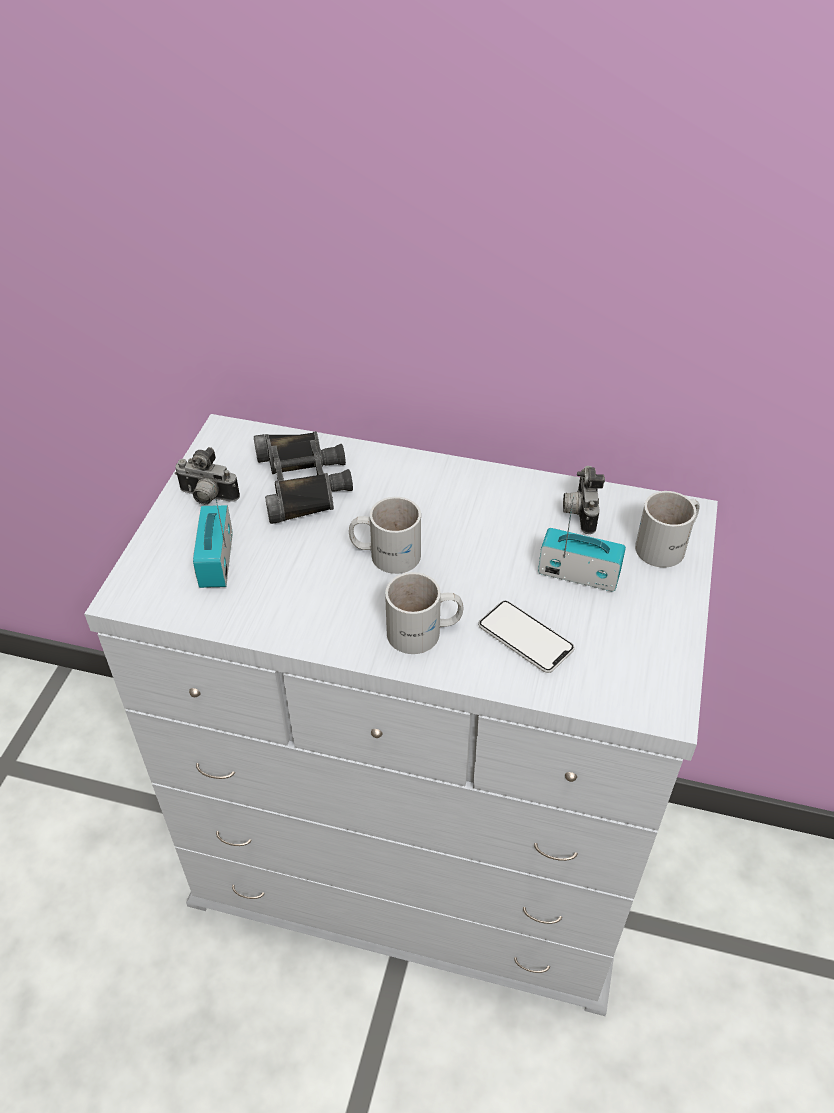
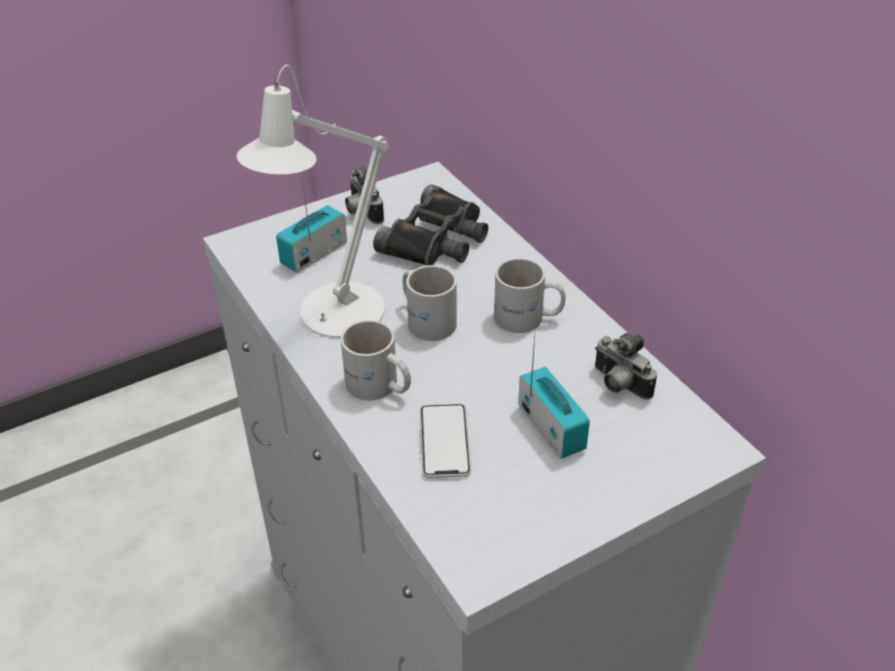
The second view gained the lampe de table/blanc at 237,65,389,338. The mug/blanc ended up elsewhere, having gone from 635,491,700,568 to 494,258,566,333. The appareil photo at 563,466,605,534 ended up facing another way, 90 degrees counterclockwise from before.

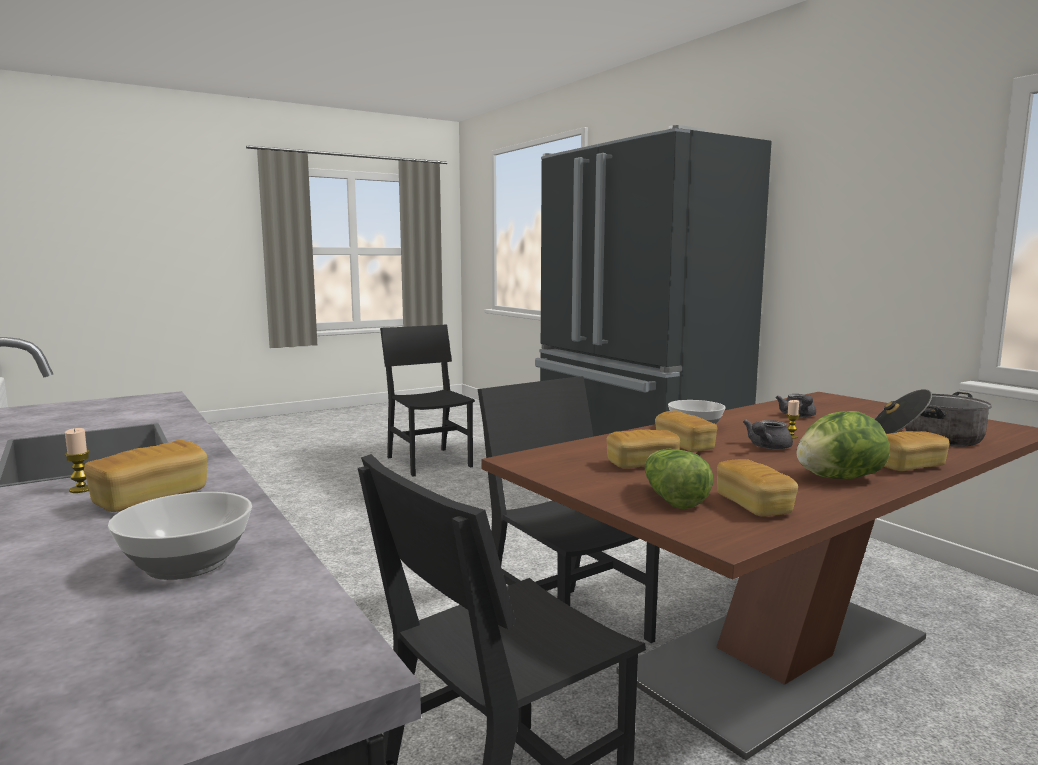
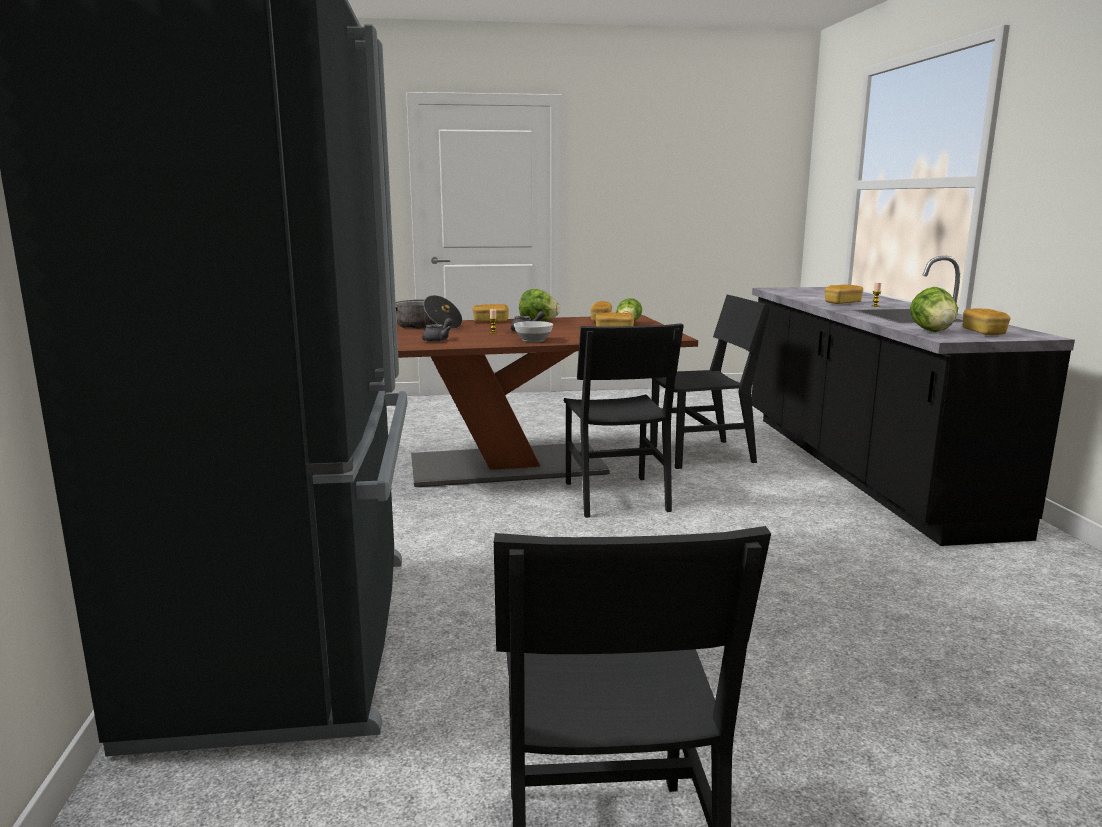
The second view gained the laitue at 910,287,958,332. The pain ended up elsewhere, having gone from 655,411,717,452 to 963,308,1011,335. The second view lost the bol at 108,492,252,580.

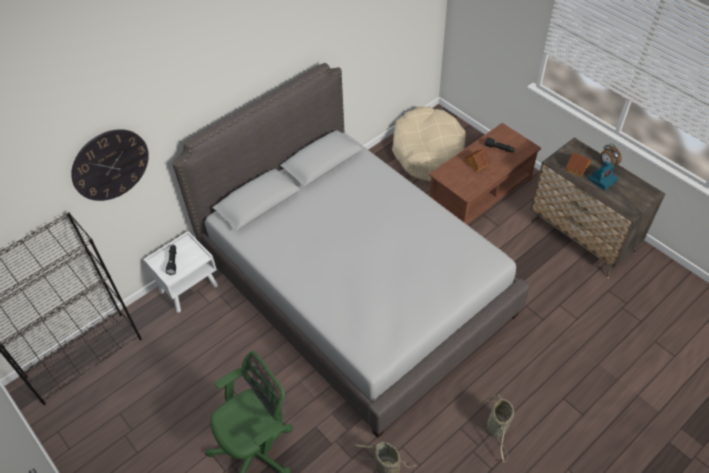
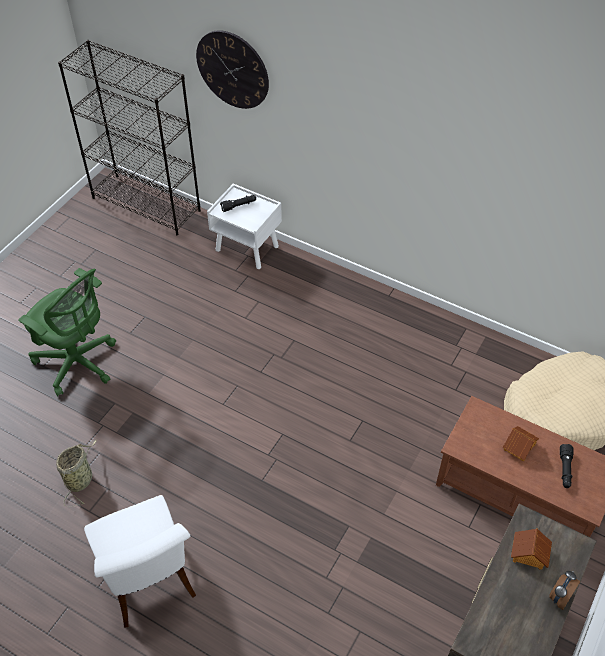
Where the panier stood at 479,394,514,463, the chaise/blanc came to stand at 84,495,196,628. The second view lost the lit/gris at 172,63,530,438. The second view lost the appareil photo at 588,161,618,190.

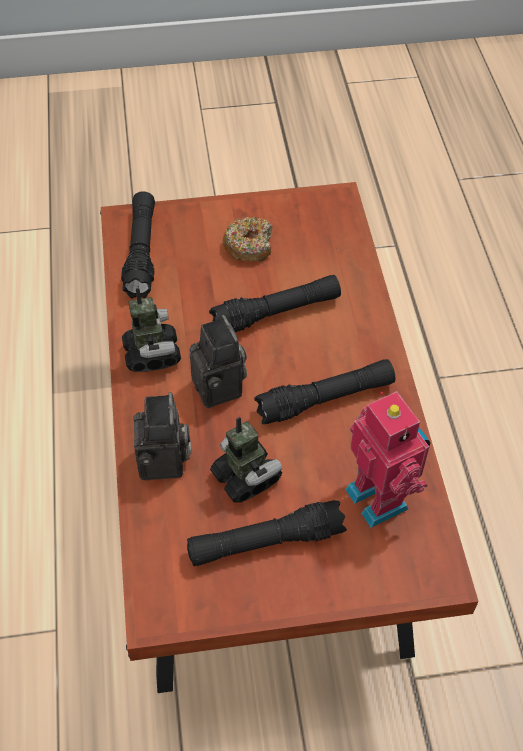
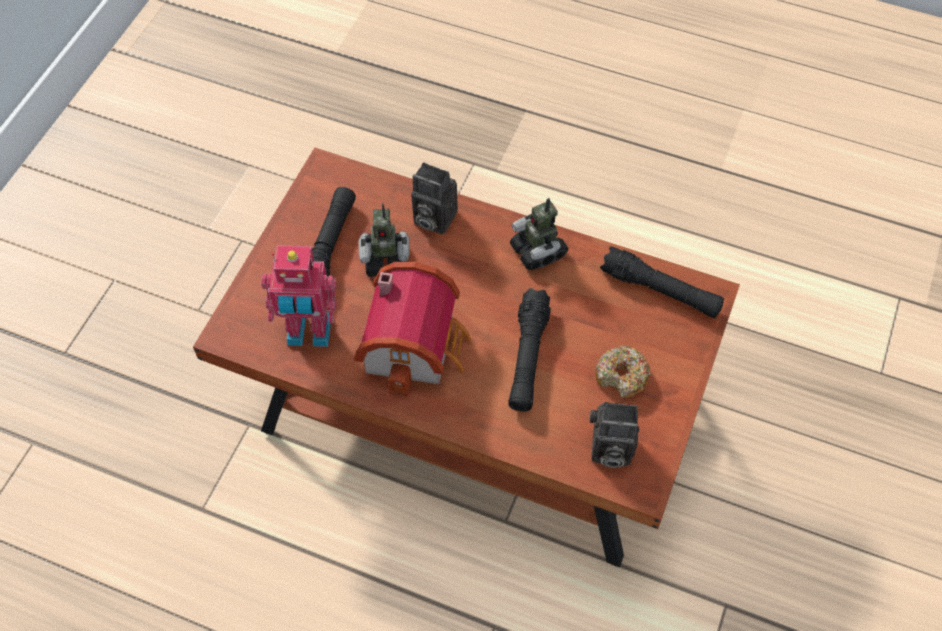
Where the lampe de poche/noir stood at 254,359,395,424, the maison miniature came to stand at 354,262,471,397. The robot jouet at 122,288,181,372 ended up facing another way, 45 degrees clockwise from before. The appareil photo ended up elsewhere, having gone from 190,315,247,408 to 590,402,639,468.

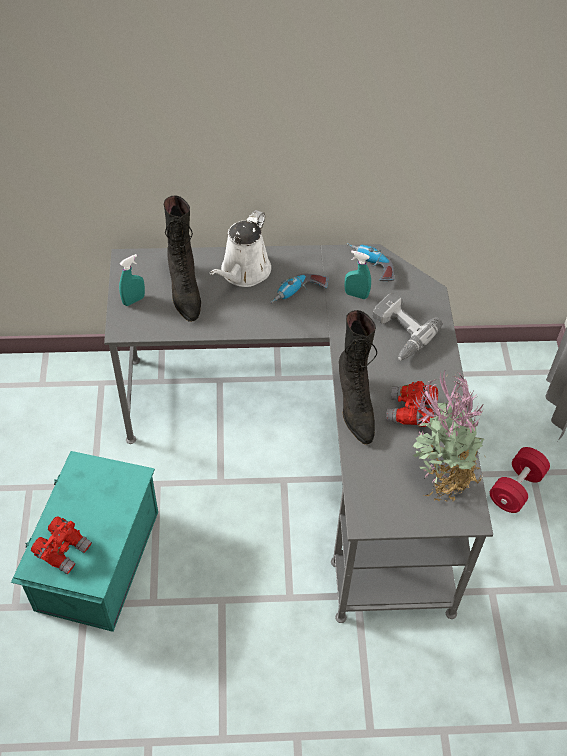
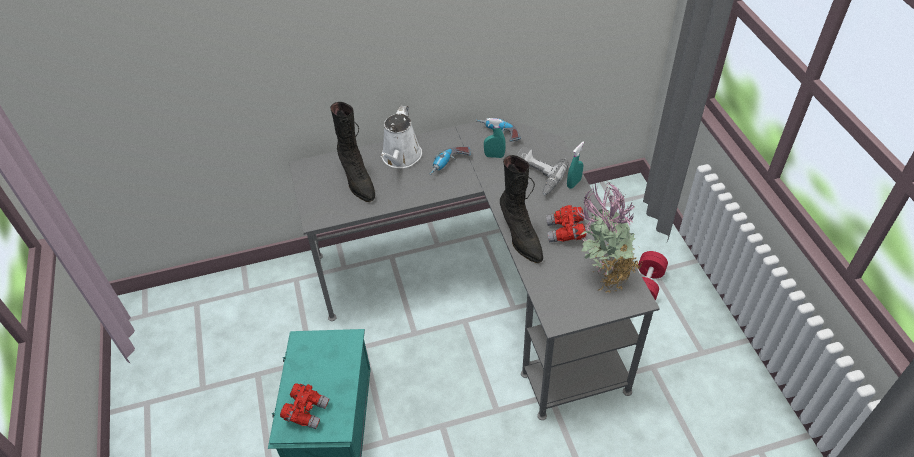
The vaporisateur/turquoise ended up elsewhere, having gone from 119,254,145,306 to 567,142,584,189.

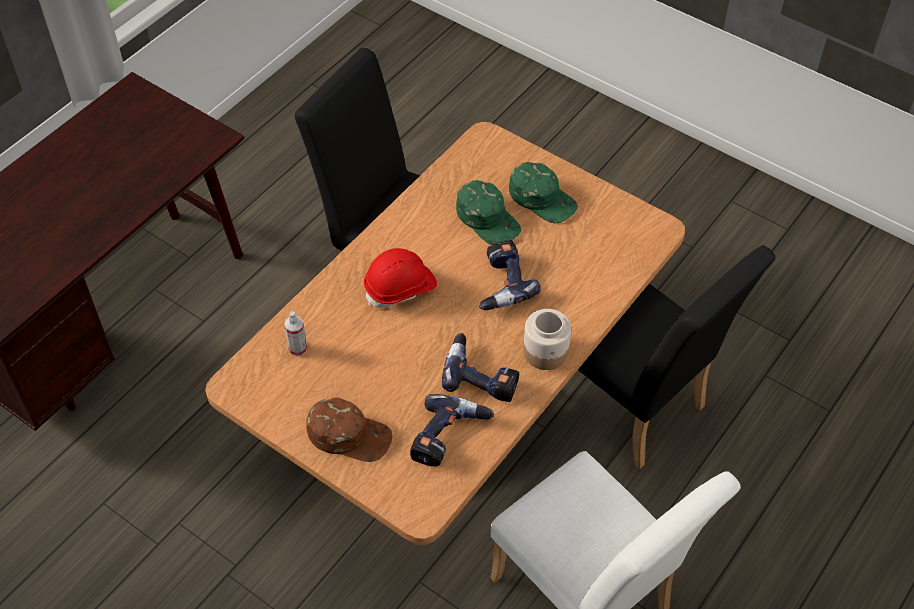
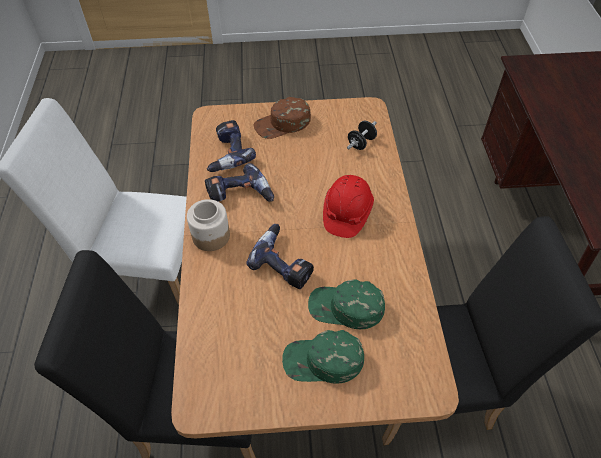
Where the vaporisateur stood at 284,311,307,356, the haltère/noir came to stand at 347,121,377,150.

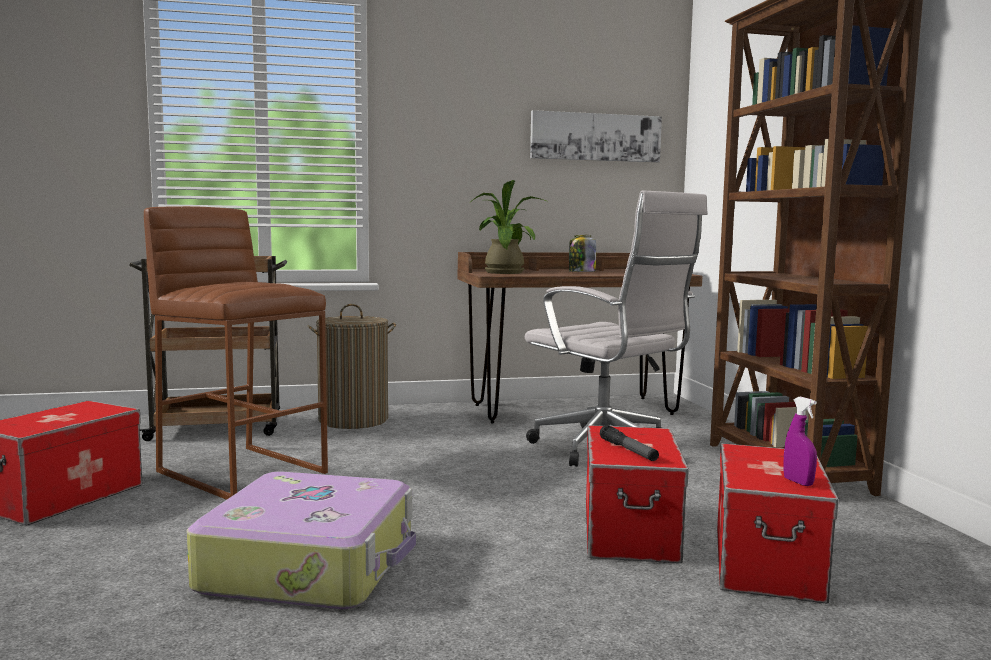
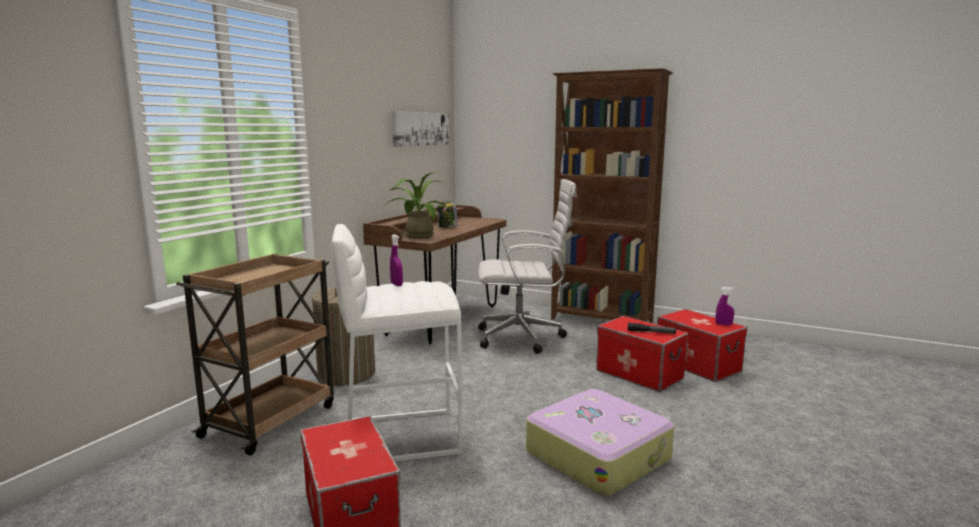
What was the tabouret/marron at 144,206,328,500 turned into the tabouret/blanc at 331,224,463,461. The second view gained the vaporisateur/violet at 390,234,403,286.

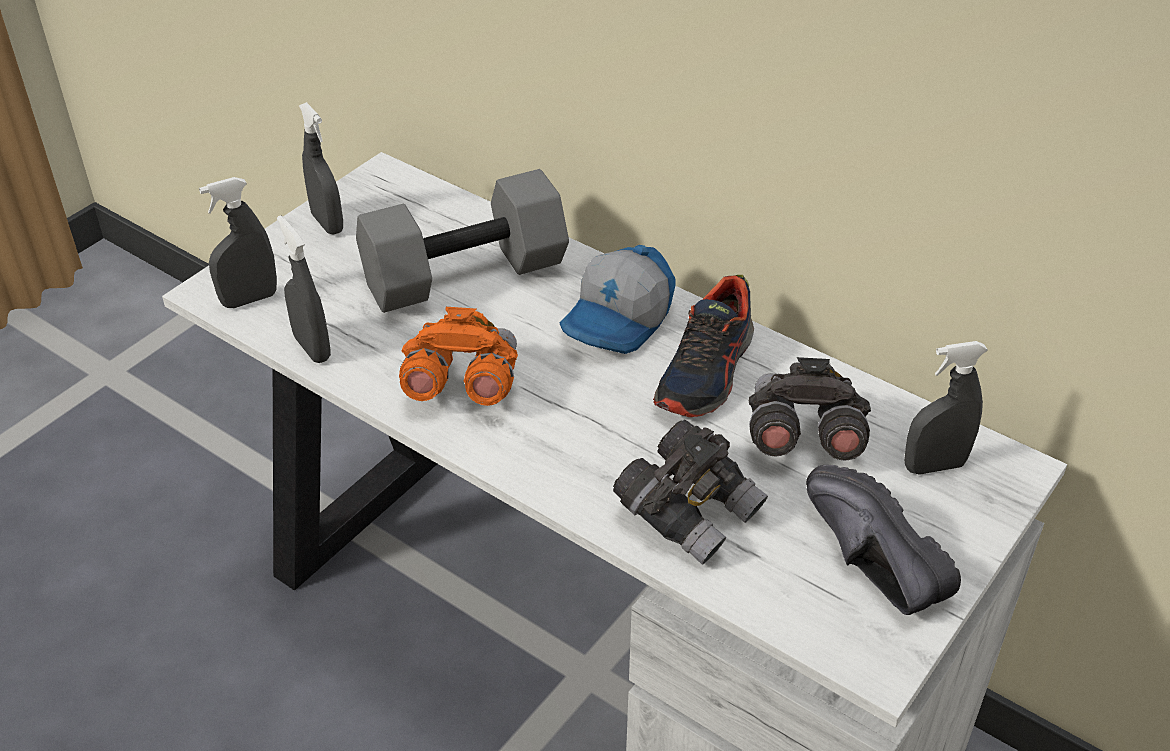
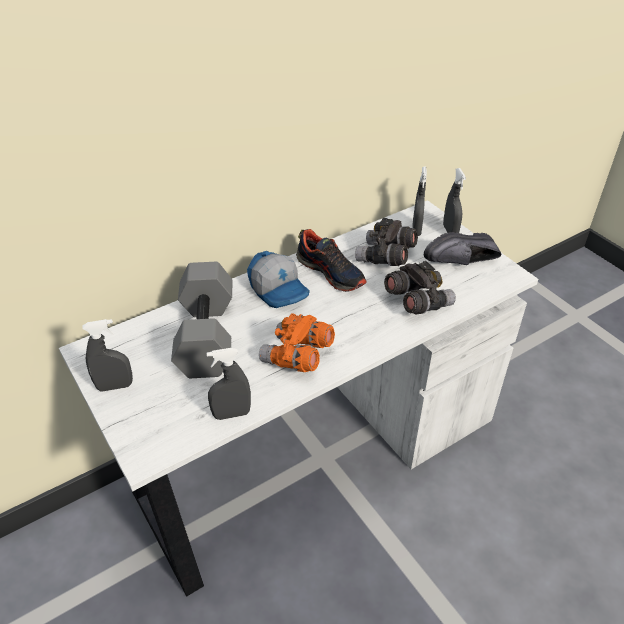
The vaporisateur/gris ended up elsewhere, having gone from 199,177,277,308 to 443,168,466,233.

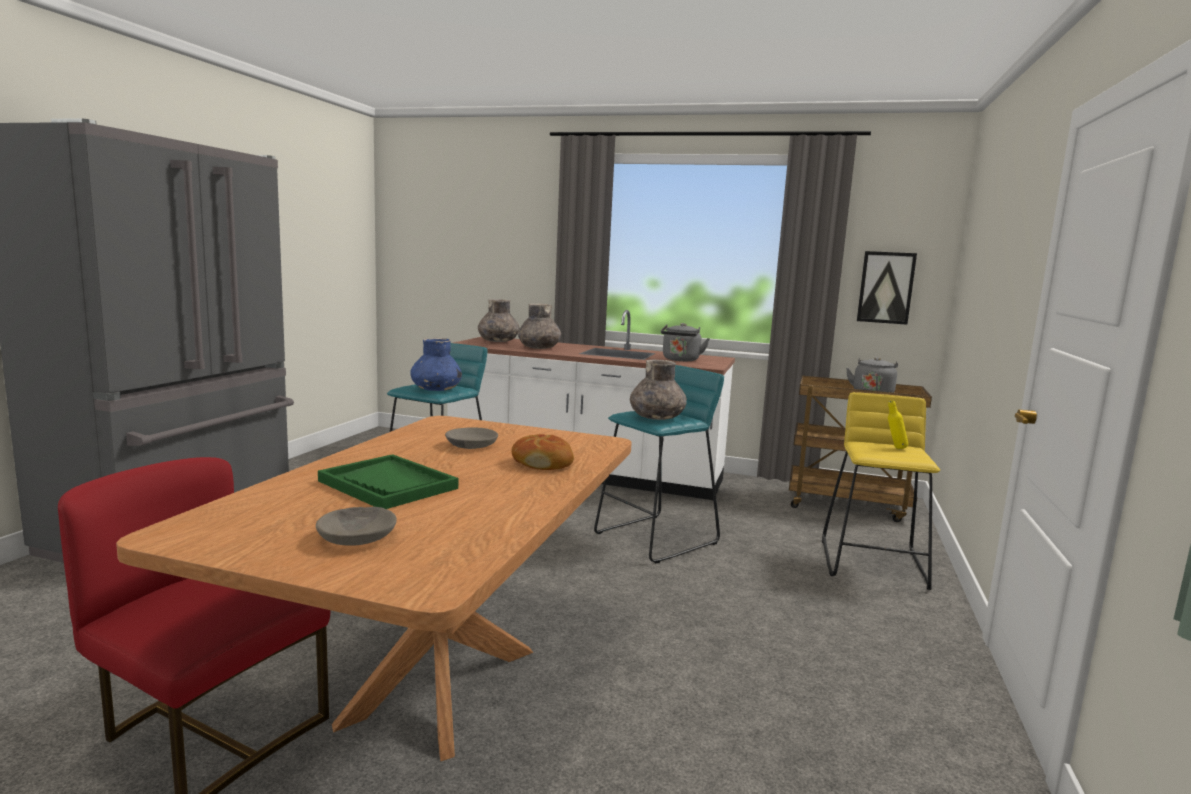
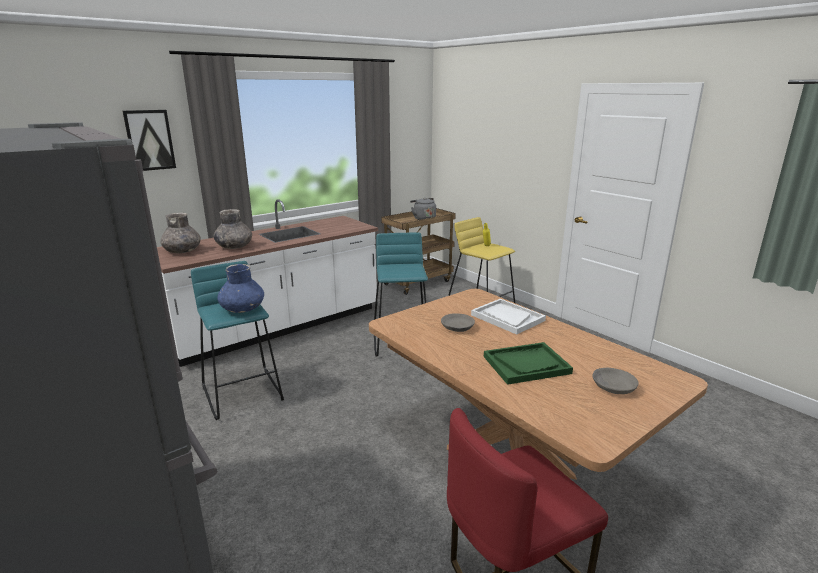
The tableau ended up elsewhere, having gone from 857,251,917,325 to 122,110,176,171. Where the pain stood at 512,434,574,470, the plateau/blanc came to stand at 471,299,546,335. The second view lost the vase/gris at 630,360,687,420. The second view lost the bouilloire/gris at 661,323,710,361.

